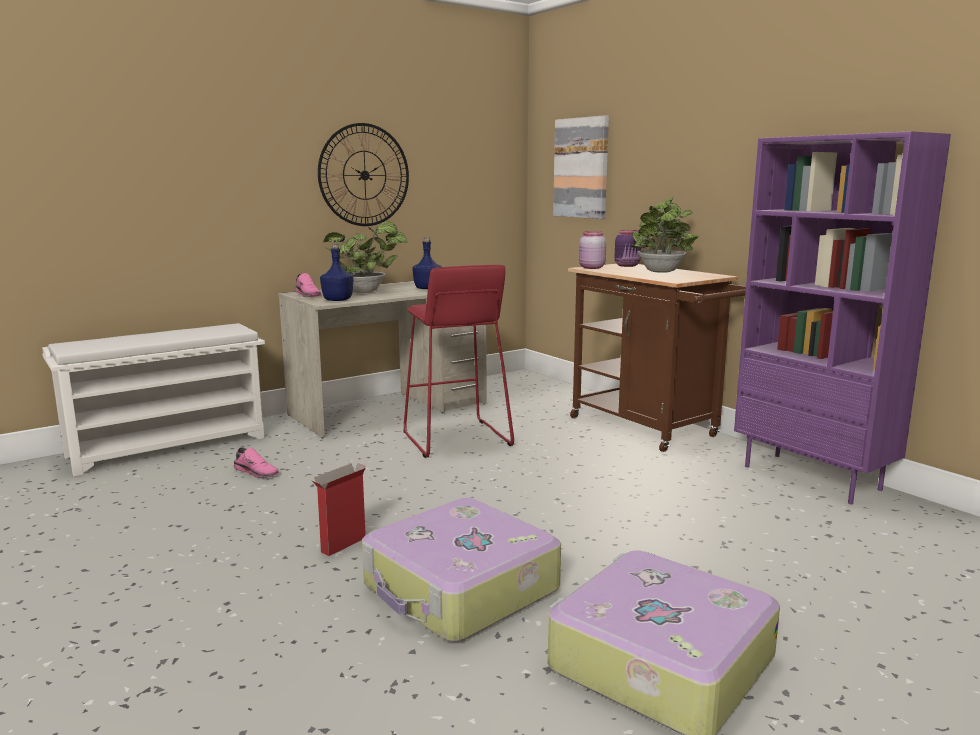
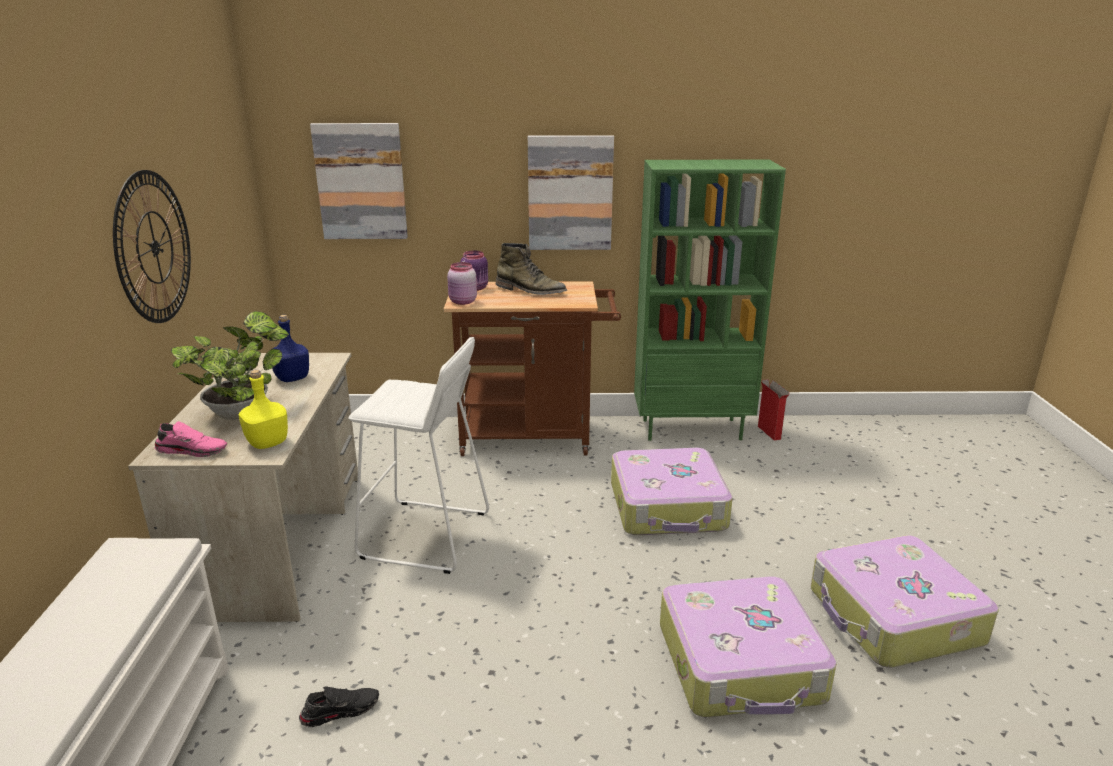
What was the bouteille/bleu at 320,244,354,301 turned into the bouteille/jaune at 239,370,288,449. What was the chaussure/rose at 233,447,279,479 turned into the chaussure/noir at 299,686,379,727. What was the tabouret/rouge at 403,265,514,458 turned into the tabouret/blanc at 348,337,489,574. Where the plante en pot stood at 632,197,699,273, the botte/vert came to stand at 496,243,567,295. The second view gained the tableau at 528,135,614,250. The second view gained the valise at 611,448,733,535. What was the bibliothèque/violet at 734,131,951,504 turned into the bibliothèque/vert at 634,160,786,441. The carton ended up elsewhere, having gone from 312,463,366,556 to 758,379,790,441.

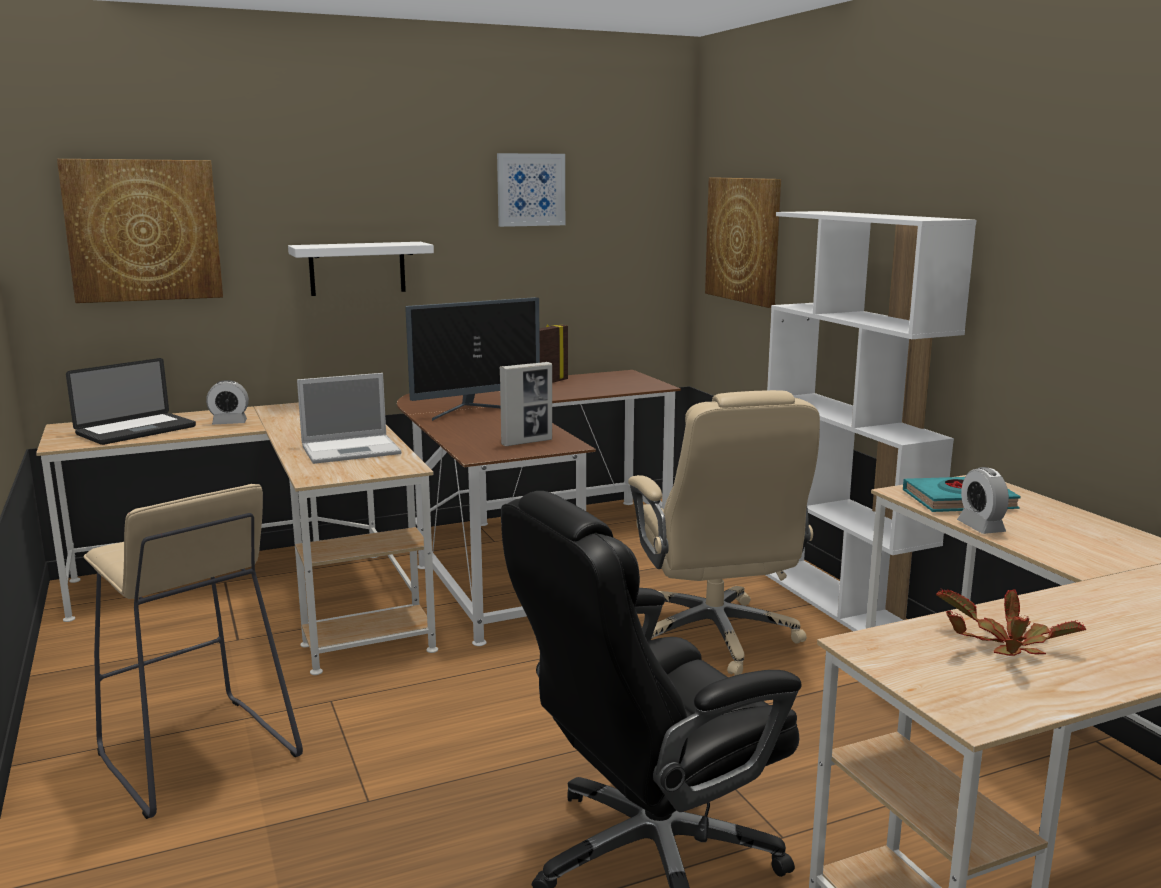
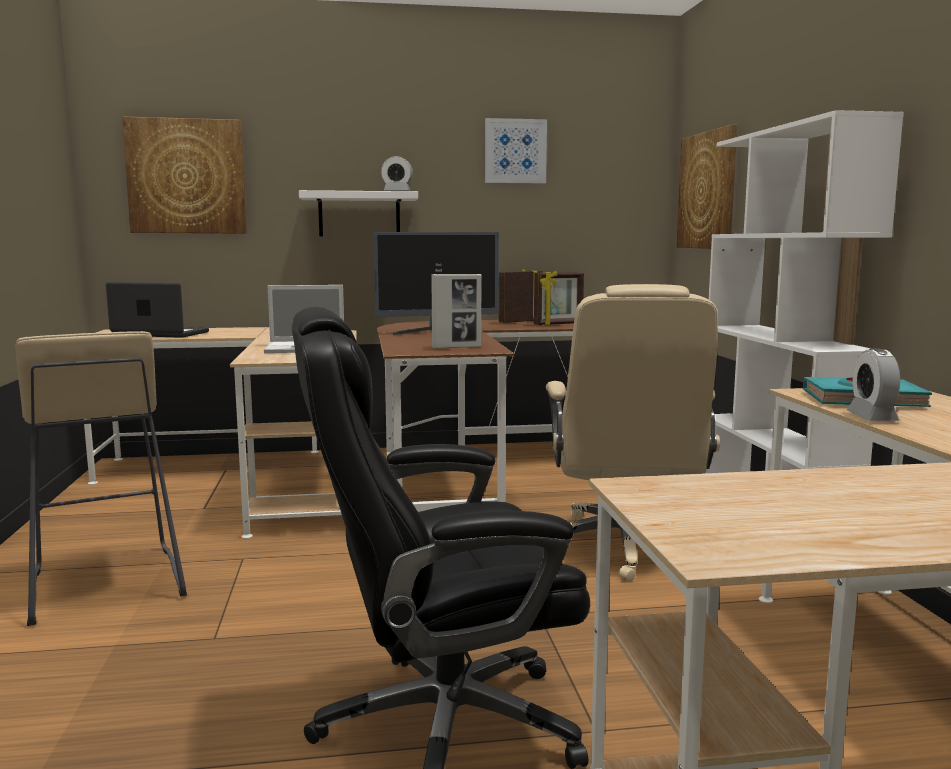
The ordinateur portable at 66,358,196,445 ended up facing another way, 135 degrees counterclockwise from before. The réveil ended up elsewhere, having gone from 206,380,249,424 to 381,156,413,191. The second view gained the cadre photo at 534,270,584,326. The second view lost the plante en pot at 936,589,1086,656.

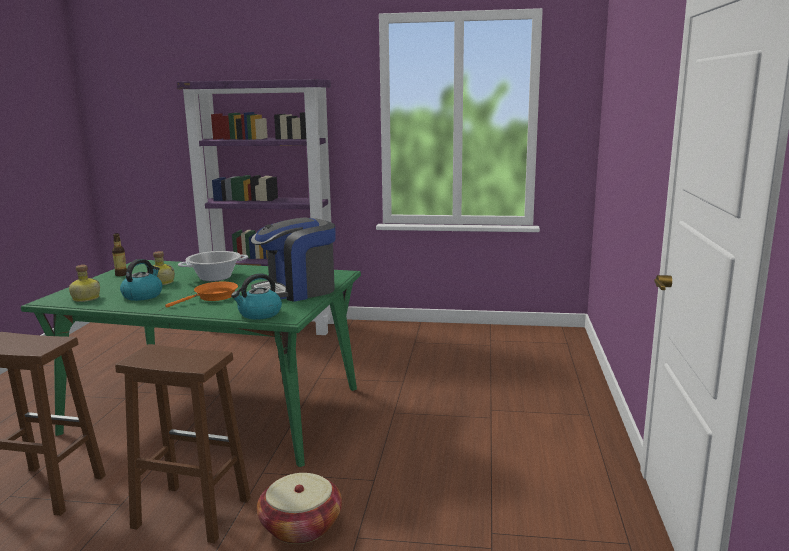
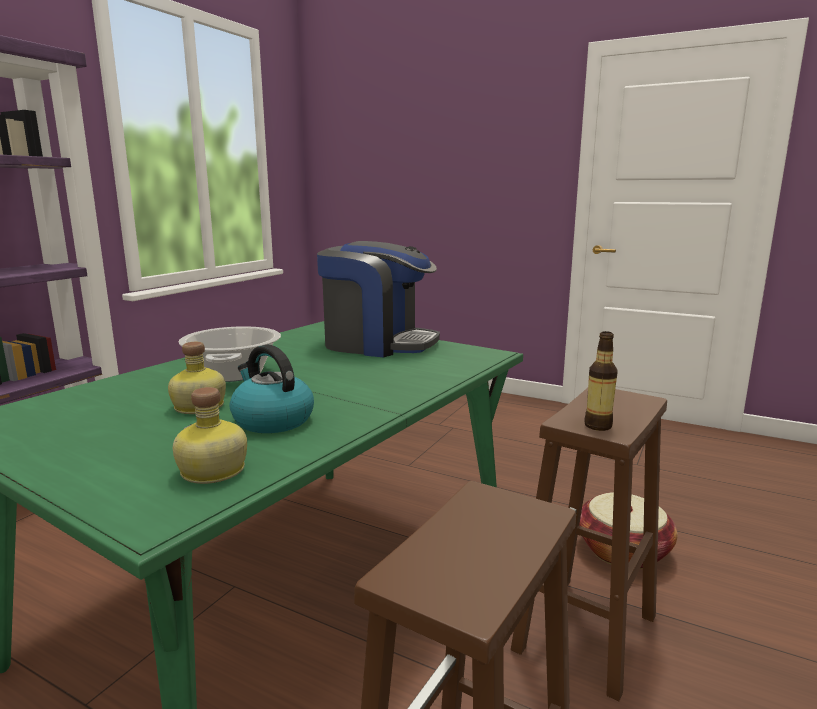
The machine à café at 251,217,336,302 ended up facing another way, 60 degrees counterclockwise from before. The bouteille ended up elsewhere, having gone from 112,233,127,276 to 584,331,618,431. The second view lost the poêle/orange at 165,282,238,308. The second view lost the bouilloire at 231,273,282,319.

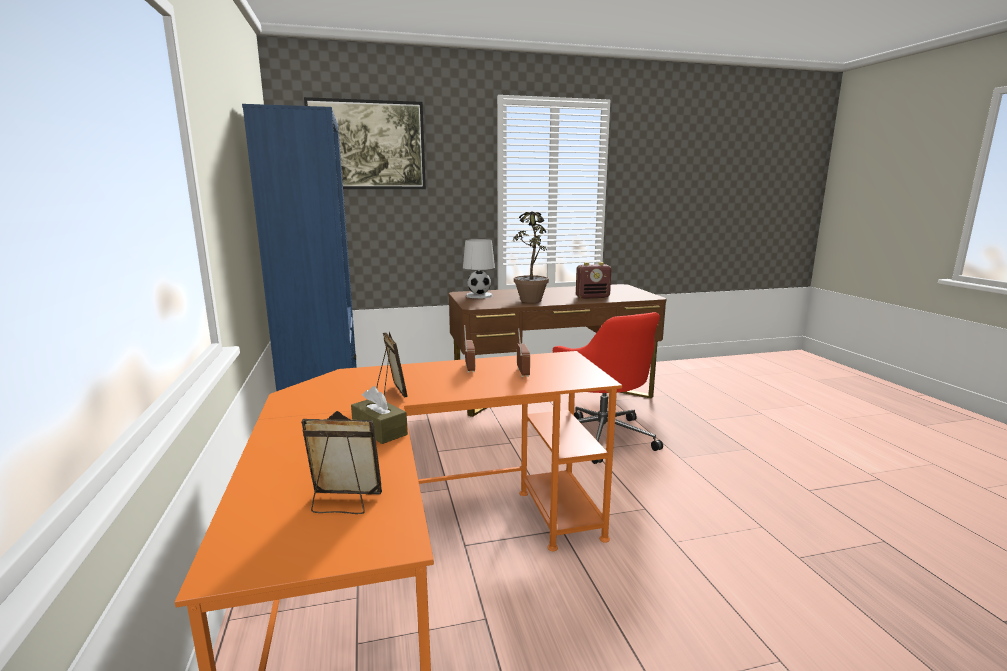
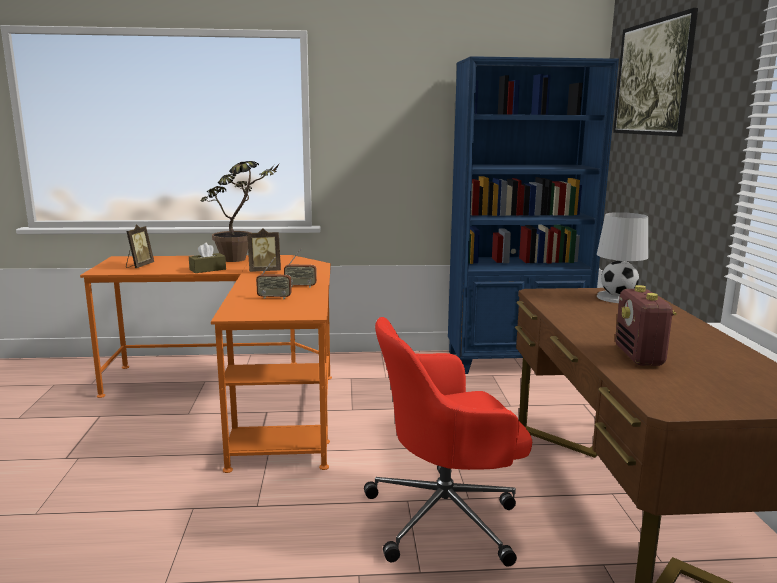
The plante en pot ended up elsewhere, having gone from 513,212,549,303 to 201,161,279,262.

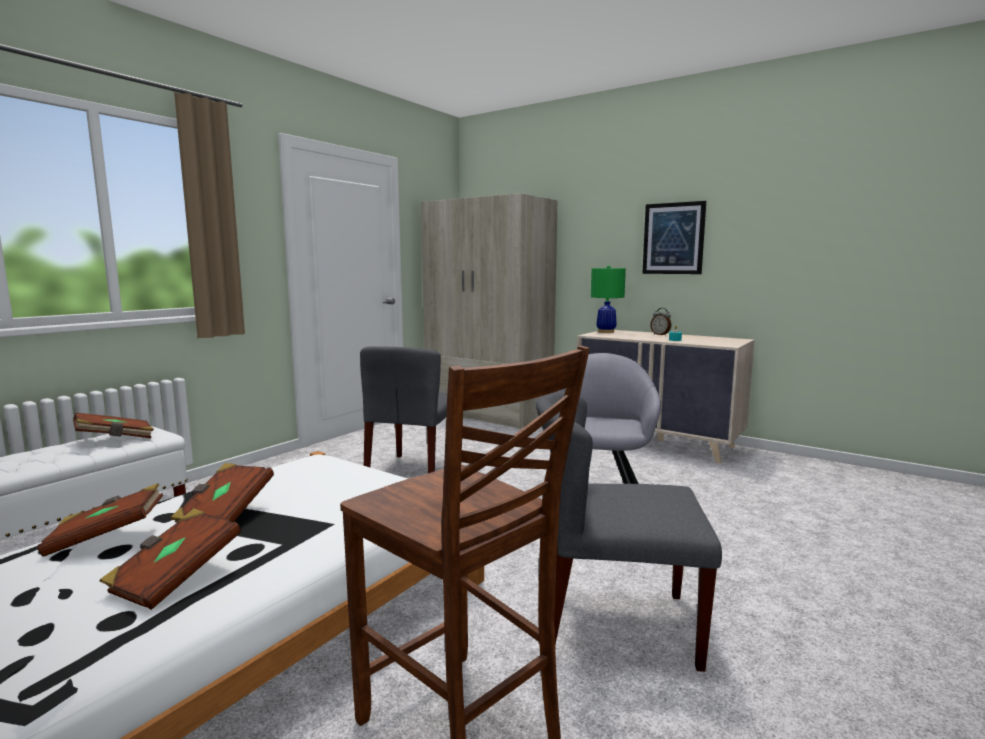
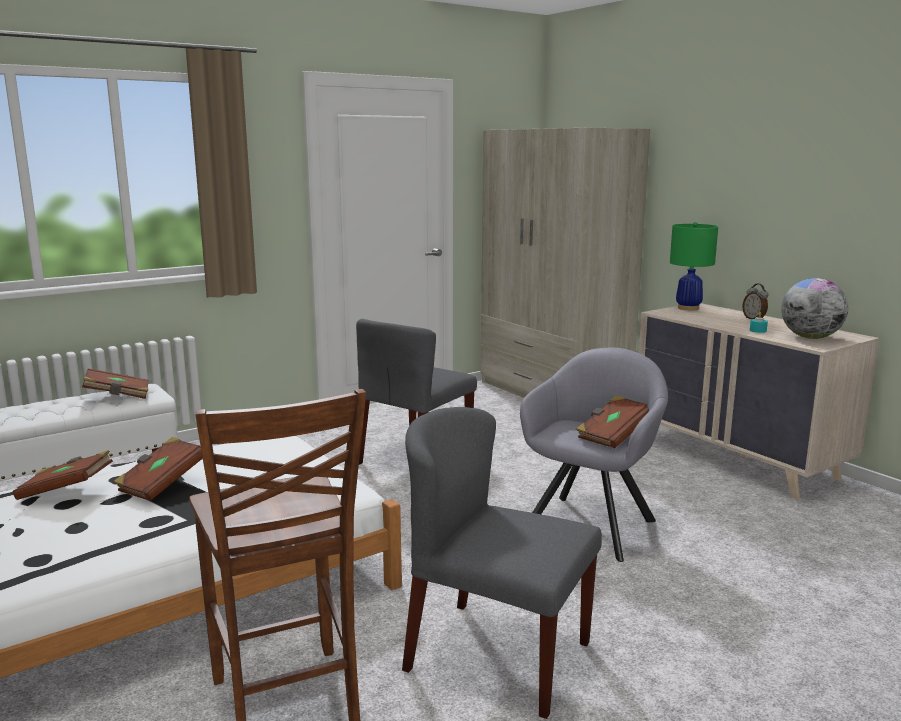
The livre/marron ended up elsewhere, having gone from 100,509,241,610 to 576,396,649,448. The second view gained the globe at 781,278,848,339. The second view lost the tableau at 642,201,706,274.

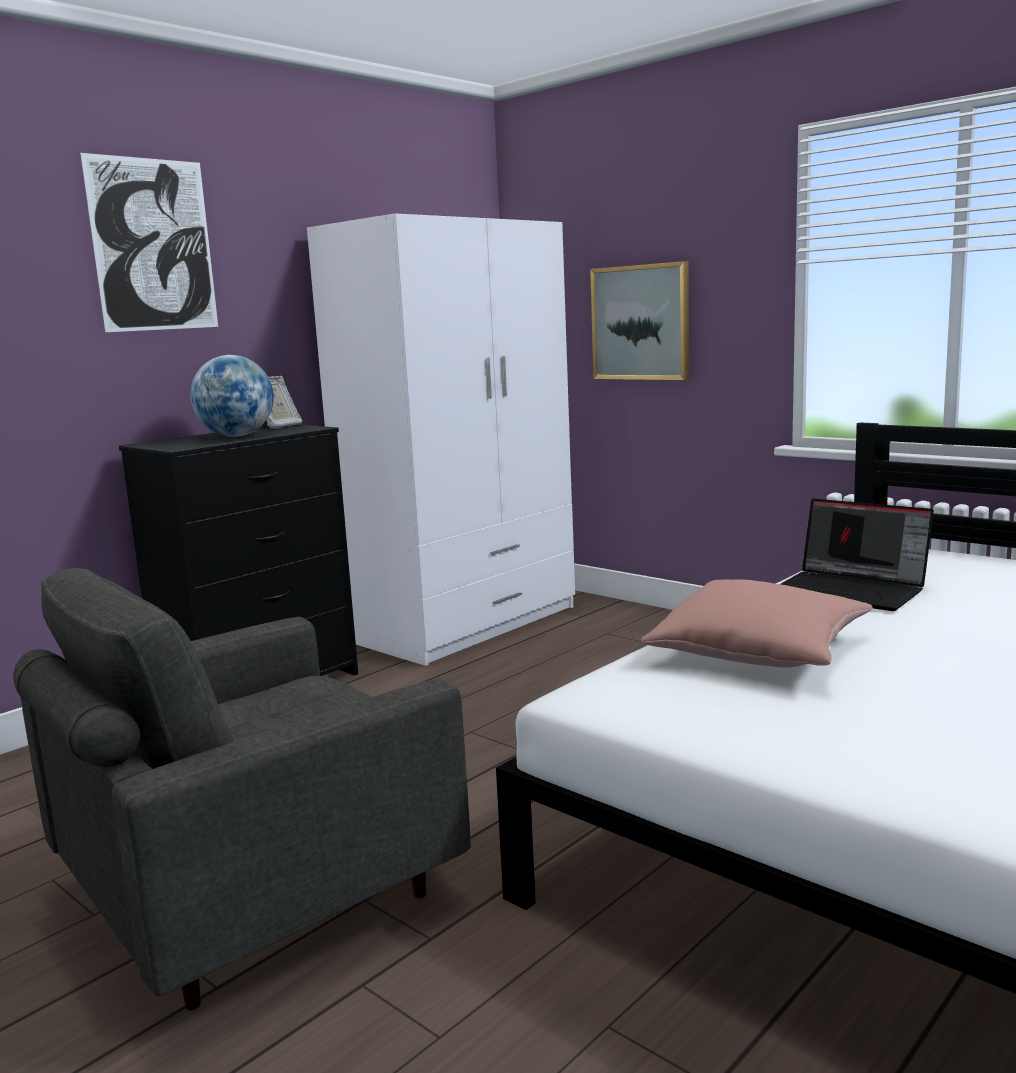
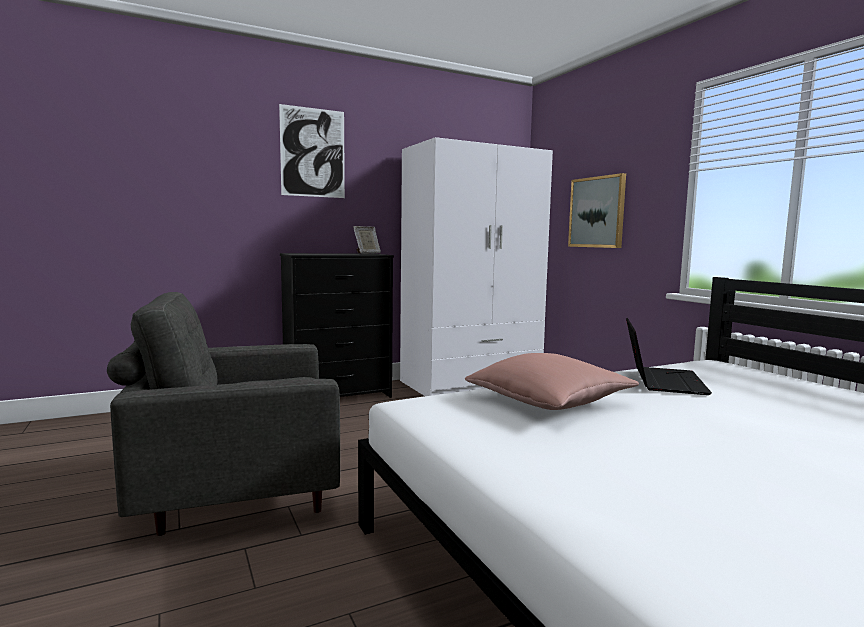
The ordinateur portable at 781,499,934,611 ended up facing another way, 135 degrees counterclockwise from before. The second view lost the globe at 190,355,274,437.

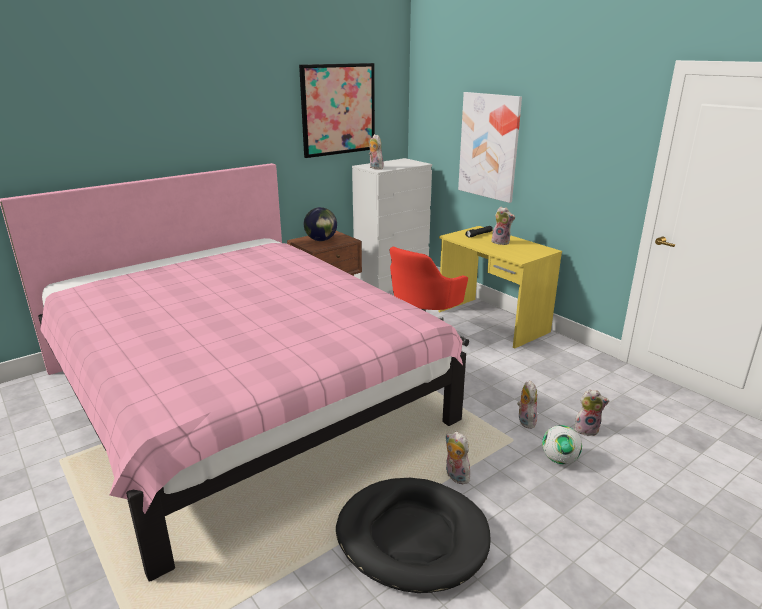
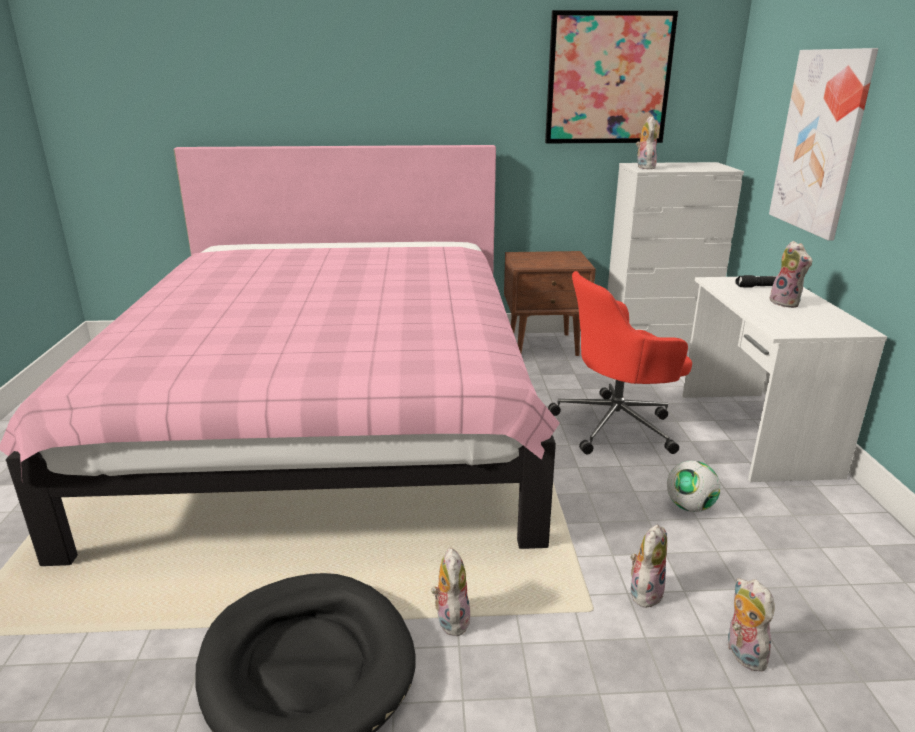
The ballon de foot ended up elsewhere, having gone from 542,425,582,464 to 667,461,720,512. What was the bureau/jaune at 438,226,562,348 turned into the bureau/blanc at 682,276,887,482. The peluche at 574,389,609,436 ended up facing another way, 150 degrees counterclockwise from before. The second view lost the globe at 304,207,337,241.

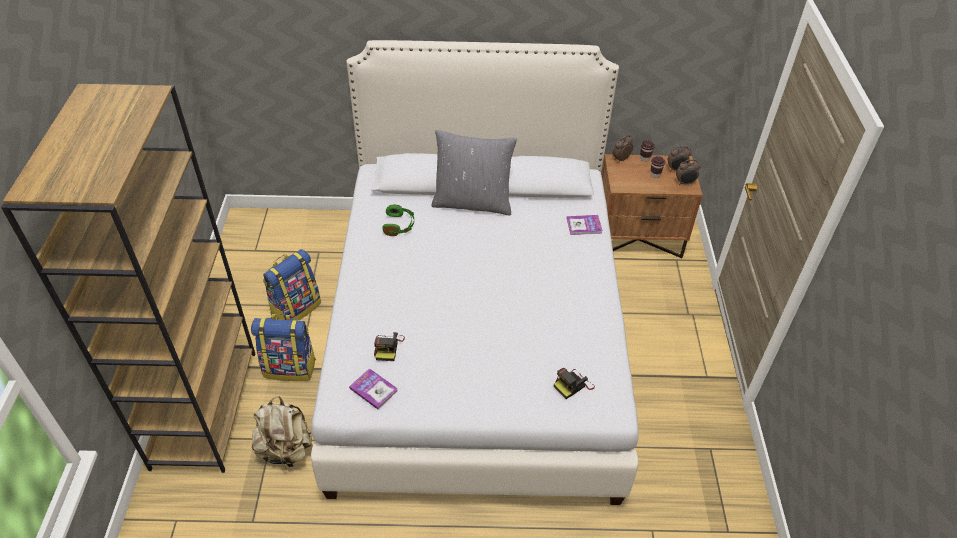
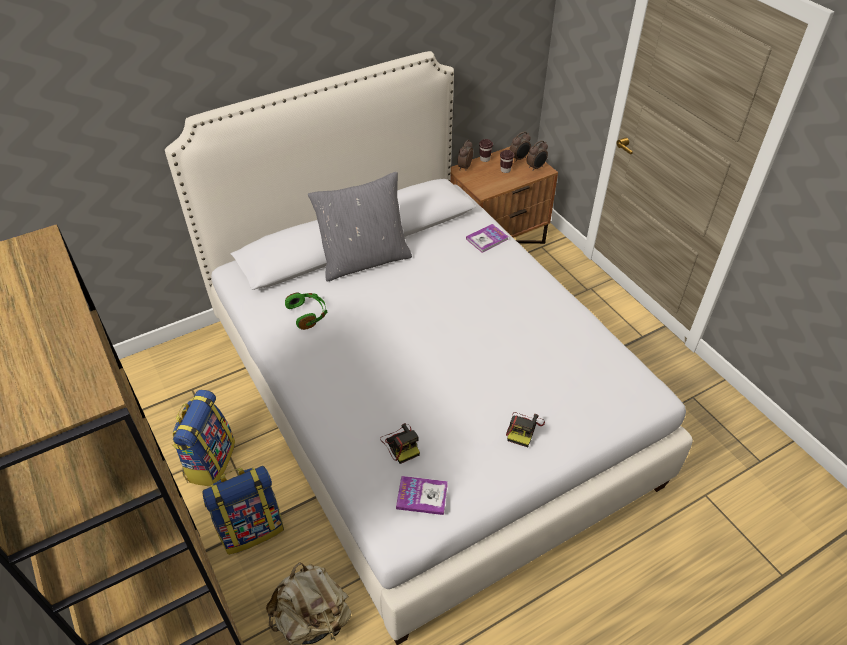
The appareil photo ended up elsewhere, having gone from 554,368,595,399 to 506,412,545,447.

